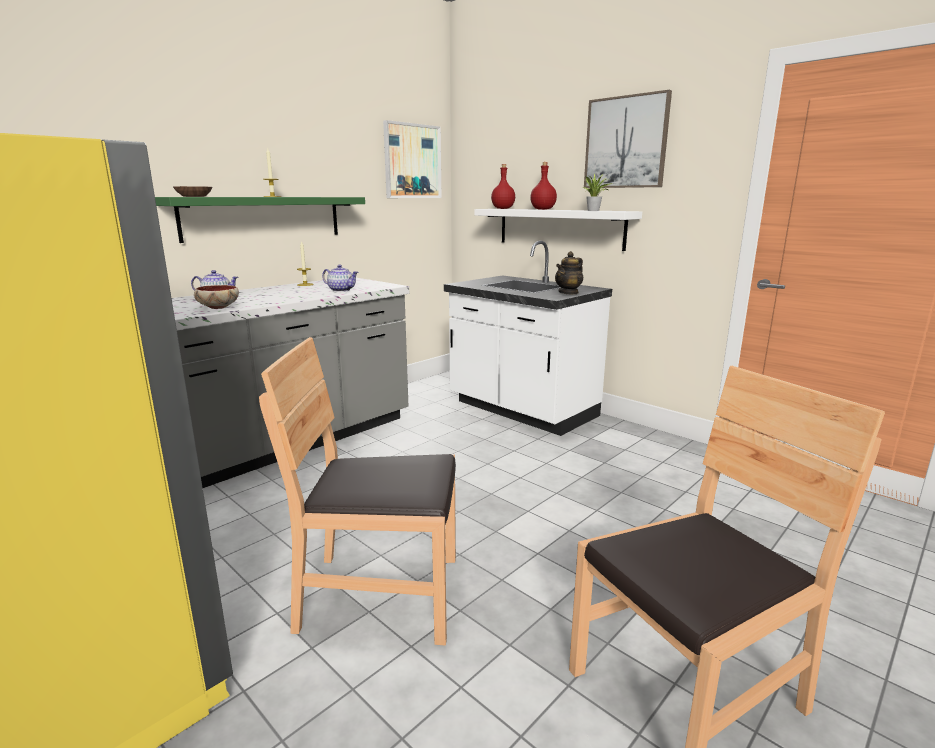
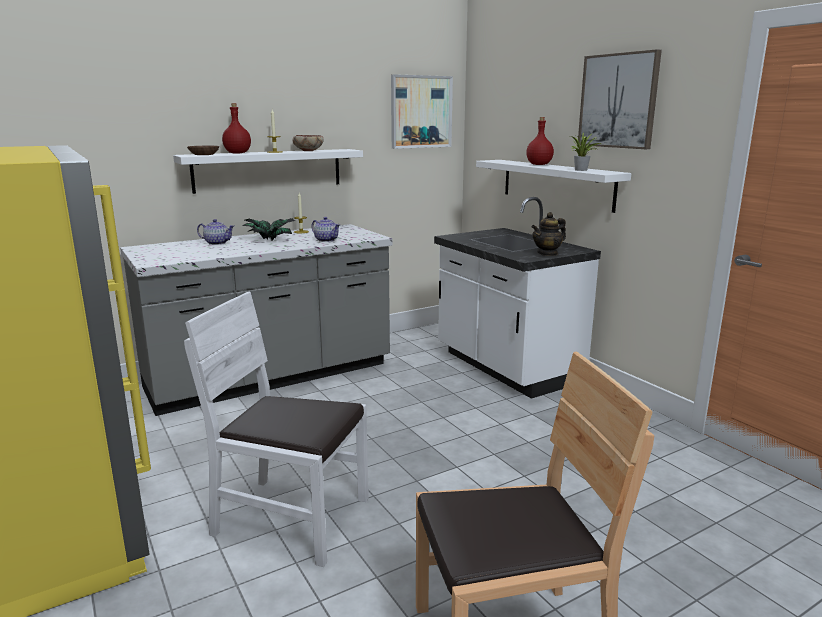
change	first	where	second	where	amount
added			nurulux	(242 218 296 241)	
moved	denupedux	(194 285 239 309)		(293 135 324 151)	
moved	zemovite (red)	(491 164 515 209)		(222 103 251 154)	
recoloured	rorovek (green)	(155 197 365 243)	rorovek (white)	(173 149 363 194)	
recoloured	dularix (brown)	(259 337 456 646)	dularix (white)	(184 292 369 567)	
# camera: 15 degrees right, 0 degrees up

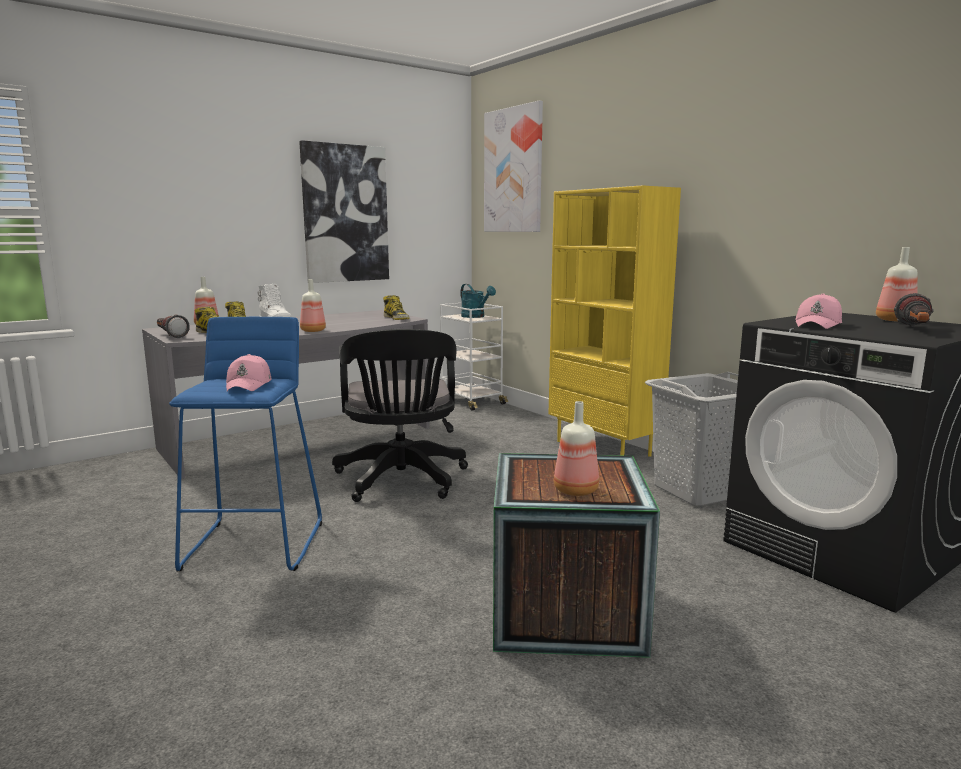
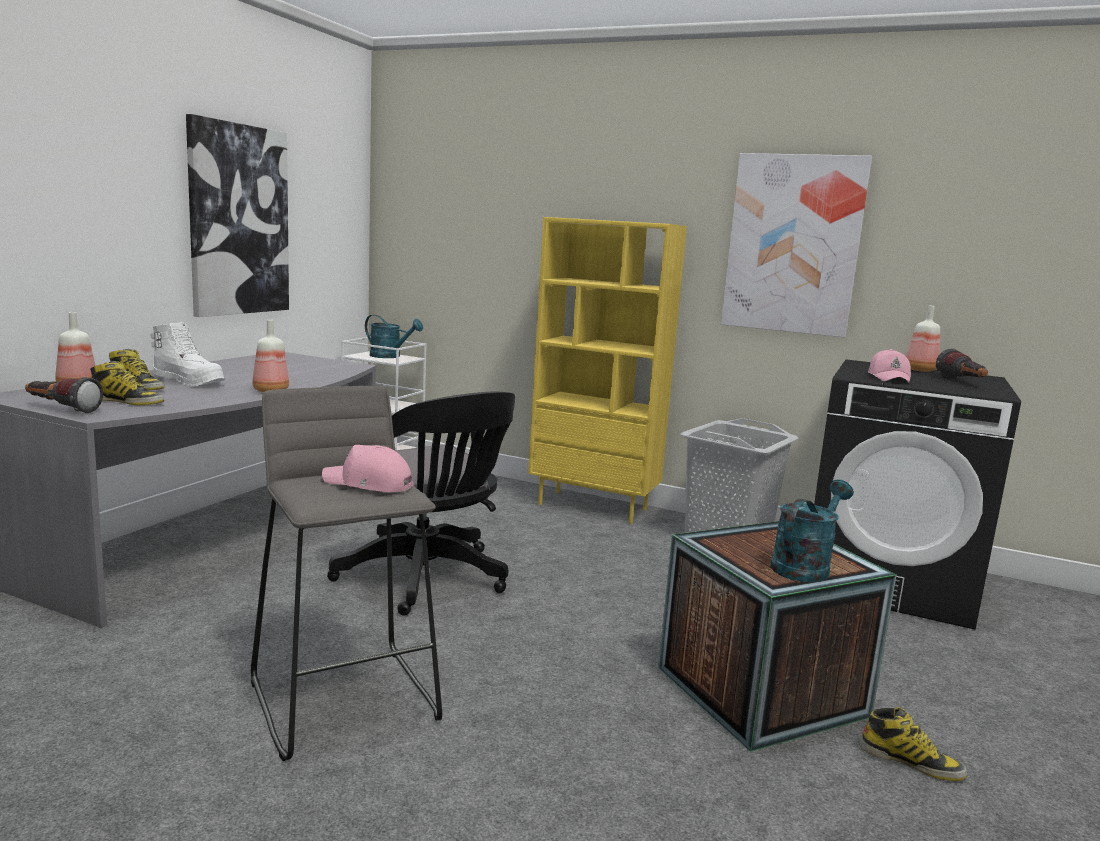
change	first	where	second	where	amount
moved	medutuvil	(383 295 410 320)		(860 707 967 781)	
moved	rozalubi	(484 100 543 232)		(721 153 872 338)	
replaced	zemovite	(554 401 599 496)	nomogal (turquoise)	(770 480 854 582)	
recoloured	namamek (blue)	(169 317 322 572)	namamek (grey)	(251 386 442 761)	
turned	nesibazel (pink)	(226 354 272 391)		(322 445 414 492)	135 degrees clockwise
# camera: 30 degrees left, 0 degrees up

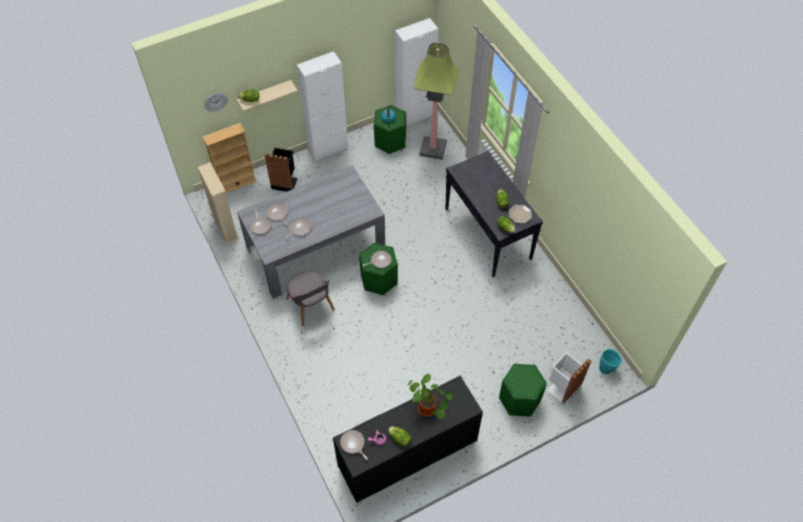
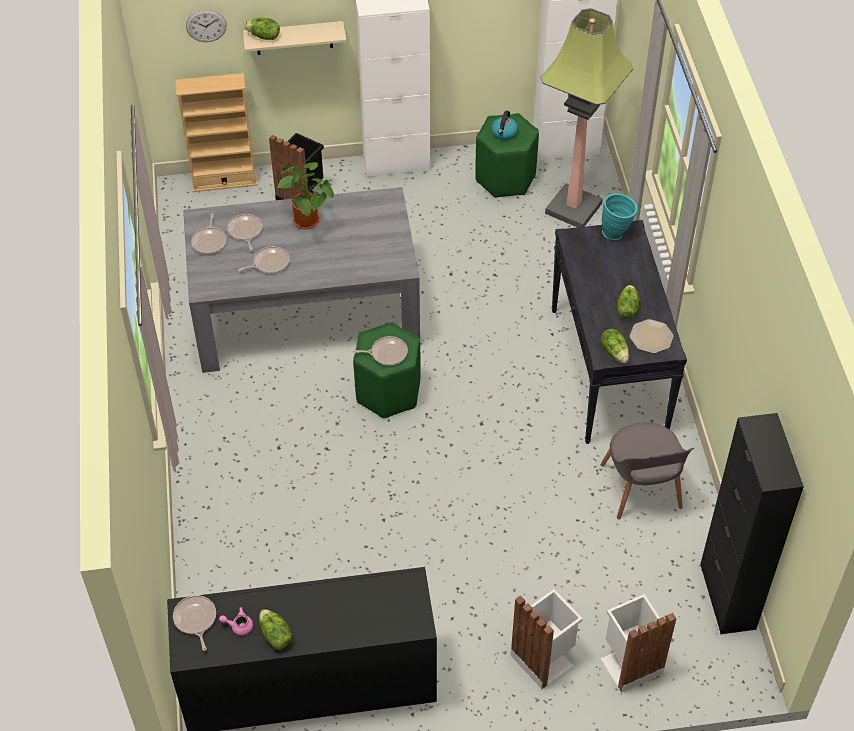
change	first	where	second	where	amount
removed	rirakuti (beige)	(197 162 239 244)			
added			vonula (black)	(700 413 804 634)	
moved	dularix (grey)	(286 270 335 326)		(601 423 694 519)	
moved	nurulux	(407 373 453 419)		(277 163 334 229)	
moved	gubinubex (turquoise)	(599 349 622 374)		(602 194 637 240)	
replaced	namamek (green)	(499 363 547 417)	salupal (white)	(510 589 583 689)	
# camera: 20 degrees right, 5 degrees down

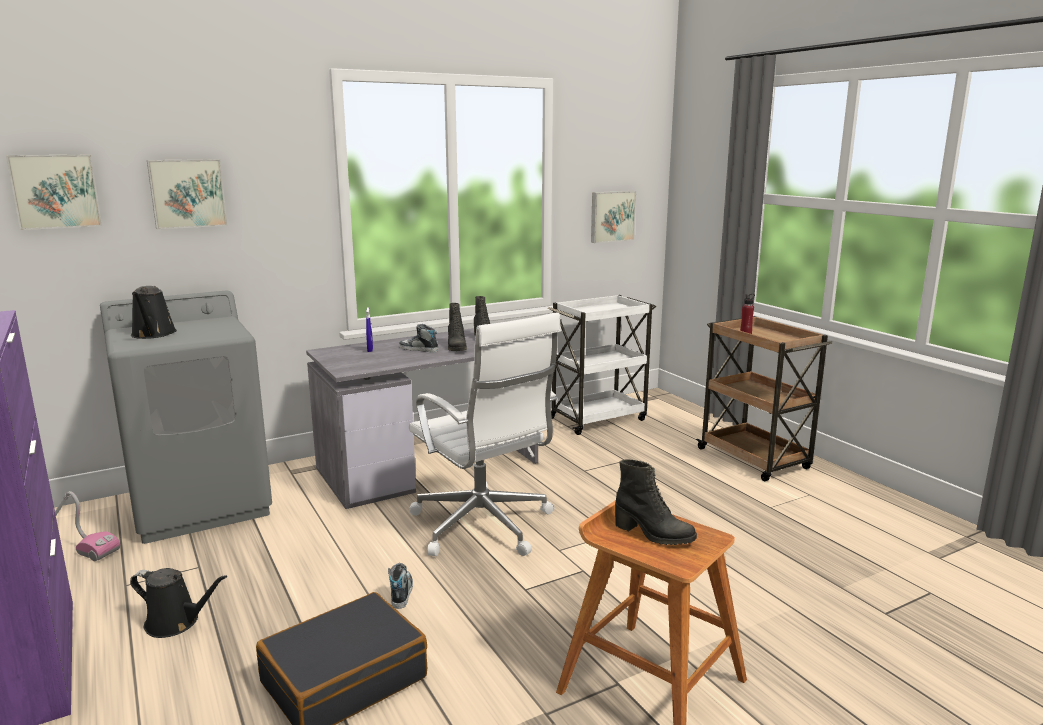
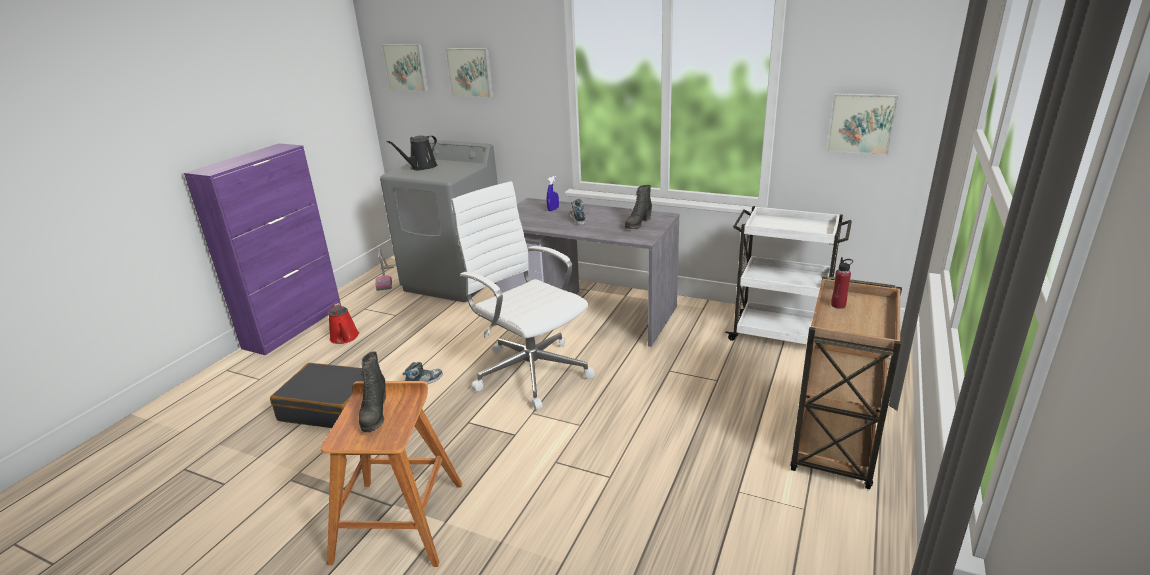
change	first	where	second	where	amount
removed	medutuvil (black)	(448 303 467 351)			
recoloured	nomogal (black)	(130 568 227 638)	nomogal (red)	(328 303 359 344)	
turned	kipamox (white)	(409 312 561 556)		(451 181 595 410)	120 degrees clockwise
# camera: 55 degrees right, 10 degrees up

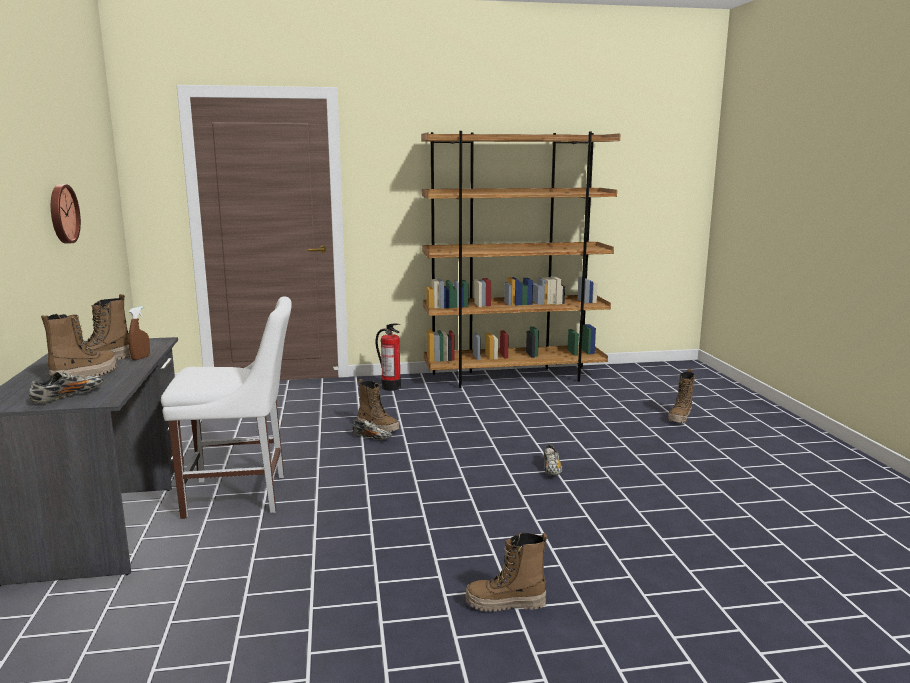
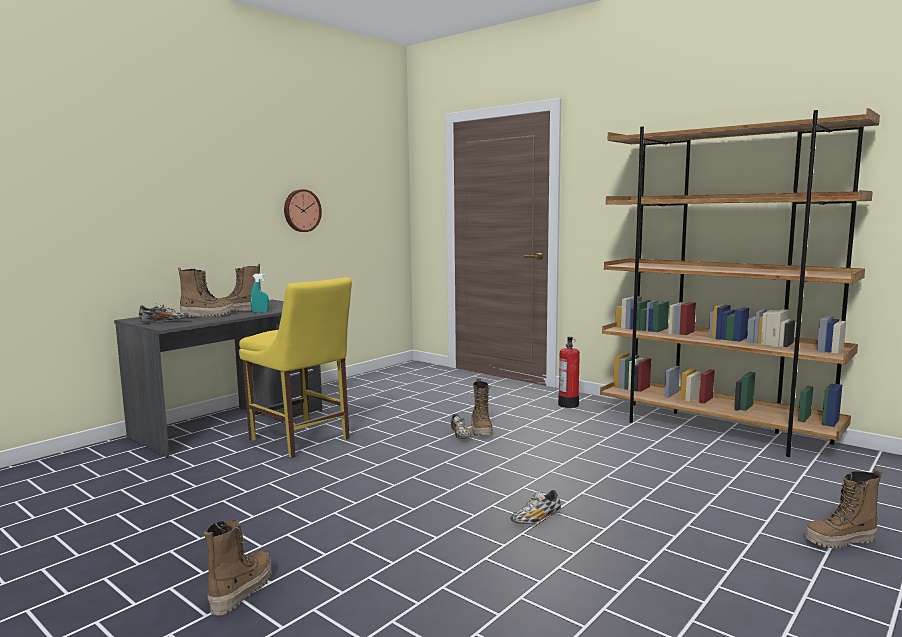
change	first	where	second	where	amount
recoloured	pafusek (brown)	(128 306 150 360)	pafusek (turquoise)	(251 273 269 313)	
recoloured	dularix (white)	(161 296 292 519)	dularix (yellow)	(239 277 352 458)	
turned	medutuvil	(465 533 547 612)		(204 520 272 616)	60 degrees clockwise
# camera: 50 degrees right, 5 degrees down

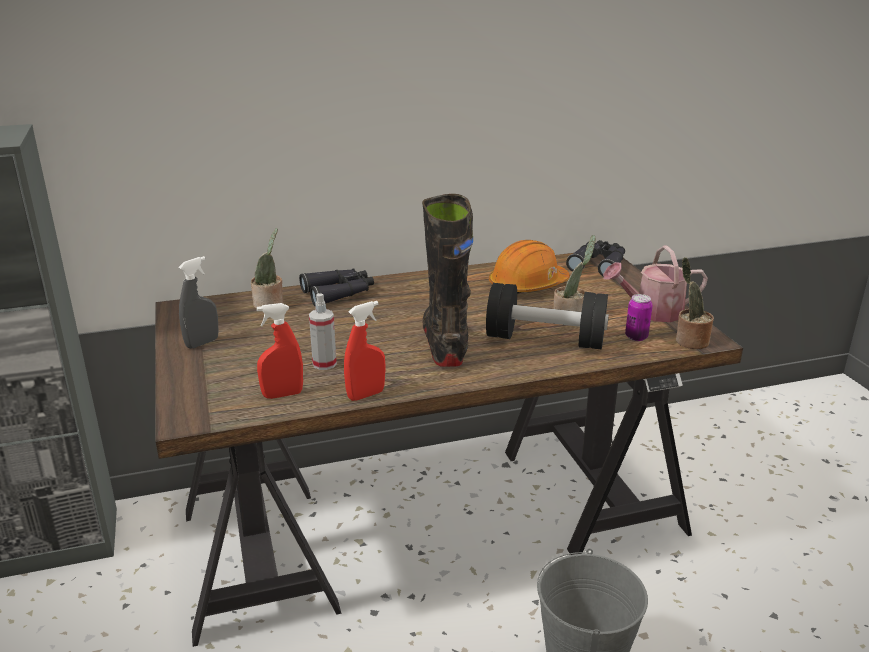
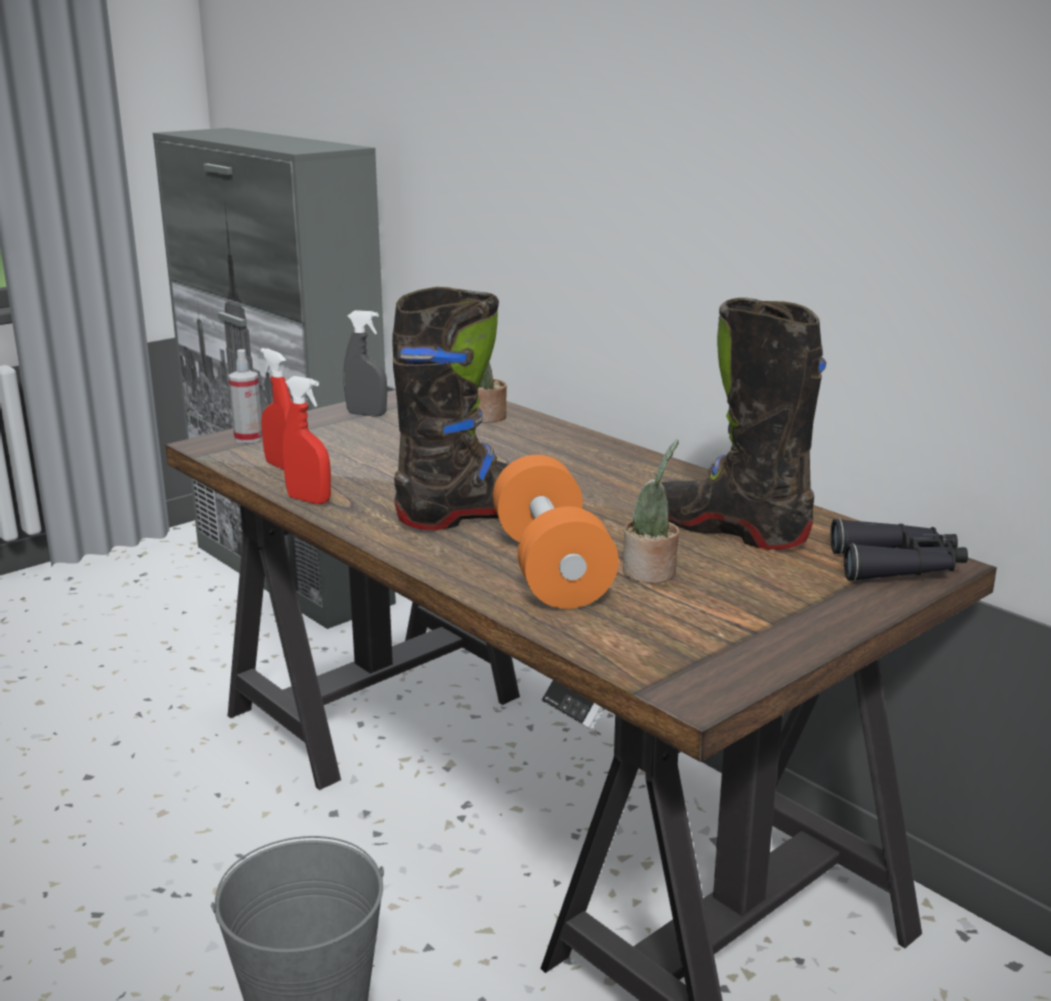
change	first	where	second	where	amount
removed	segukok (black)	(299 269 374 307)			
removed	nomogal	(603 245 708 322)			
removed	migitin	(625 294 653 341)			
removed	nurulux	(676 257 714 349)			
moved	pafusek	(309 293 337 370)		(228 349 263 443)	
replaced	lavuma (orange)	(489 240 570 294)	medutuvil (black)	(661 298 826 550)	
recoloured	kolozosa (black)	(486 283 609 350)	kolozosa (orange)	(493 455 619 609)	
# camera: 65 degrees right, 5 degrees down

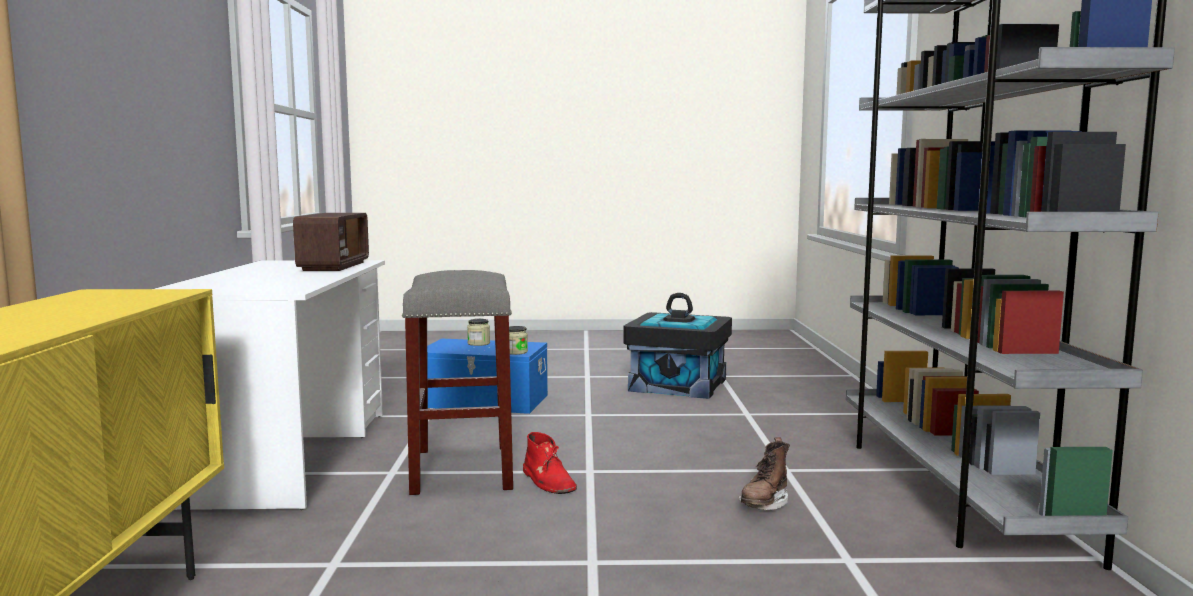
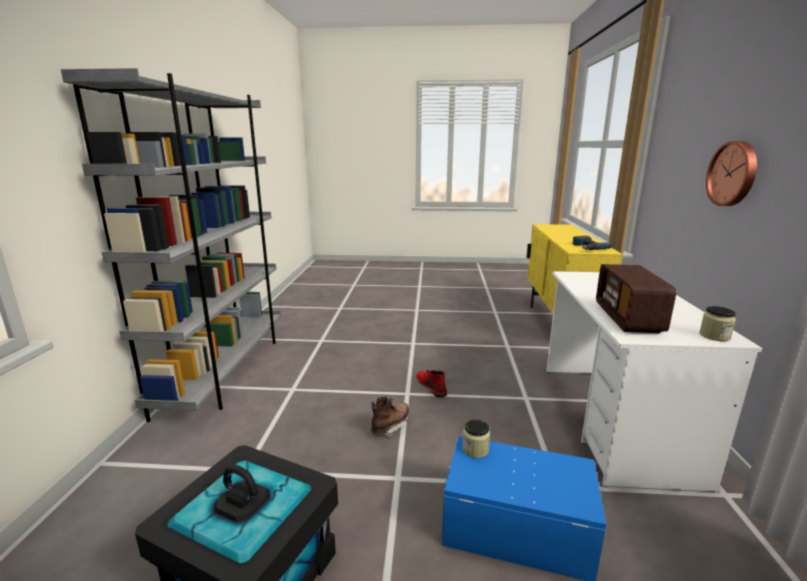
change	first	where	second	where	amount
removed	namamek (grey)	(402 270 513 495)			
added			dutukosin	(572 236 612 250)	
added			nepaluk	(706 141 757 206)	
moved	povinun	(467 319 490 346)		(699 306 736 341)	
moved	medutuvil (brown)	(738 437 790 511)		(371 396 409 438)	
# camera: 175 degrees left, 10 degrees up

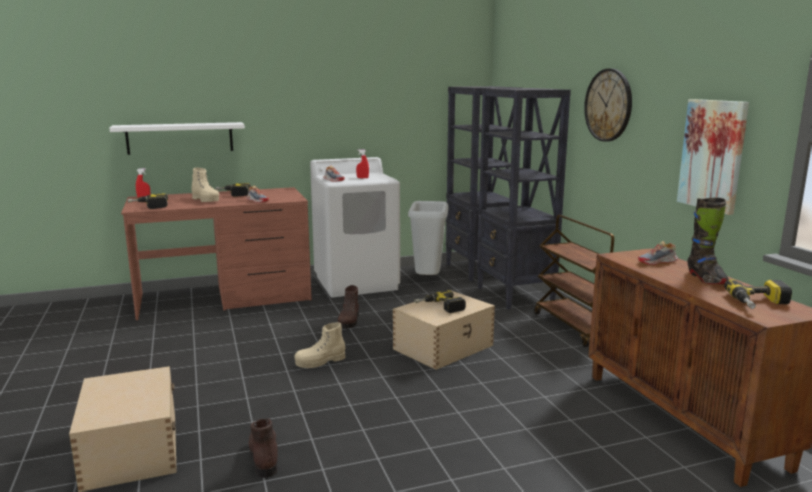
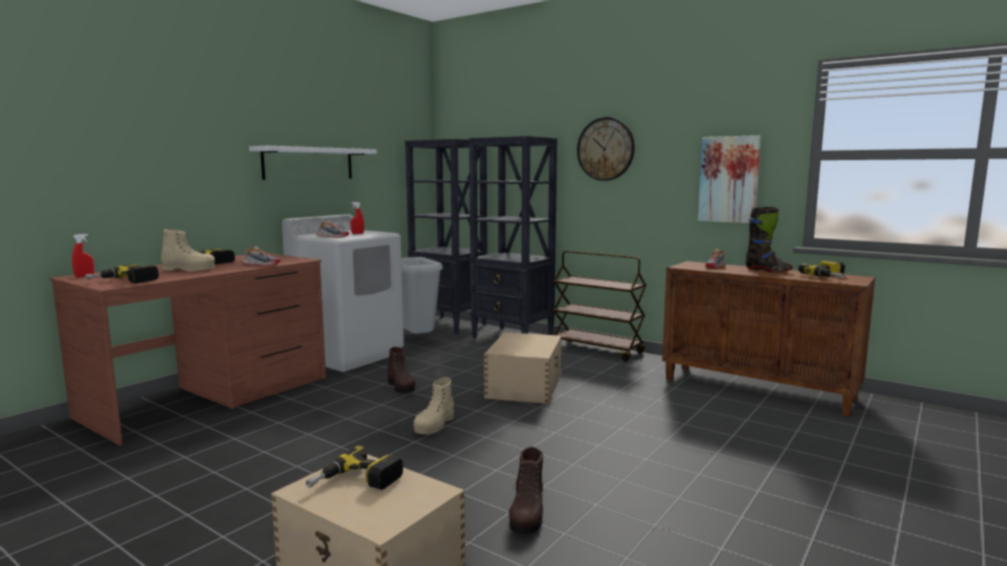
change	first	where	second	where	amount
moved	rorovek (white)	(109 122 245 155)		(249 146 377 180)	
moved	dutukosin	(414 290 466 313)		(306 446 403 490)	
turned	medutuvil (brown)	(249 418 279 478)		(509 447 544 534)	120 degrees counterclockwise
# camera: 35 degrees left, 5 degrees down

